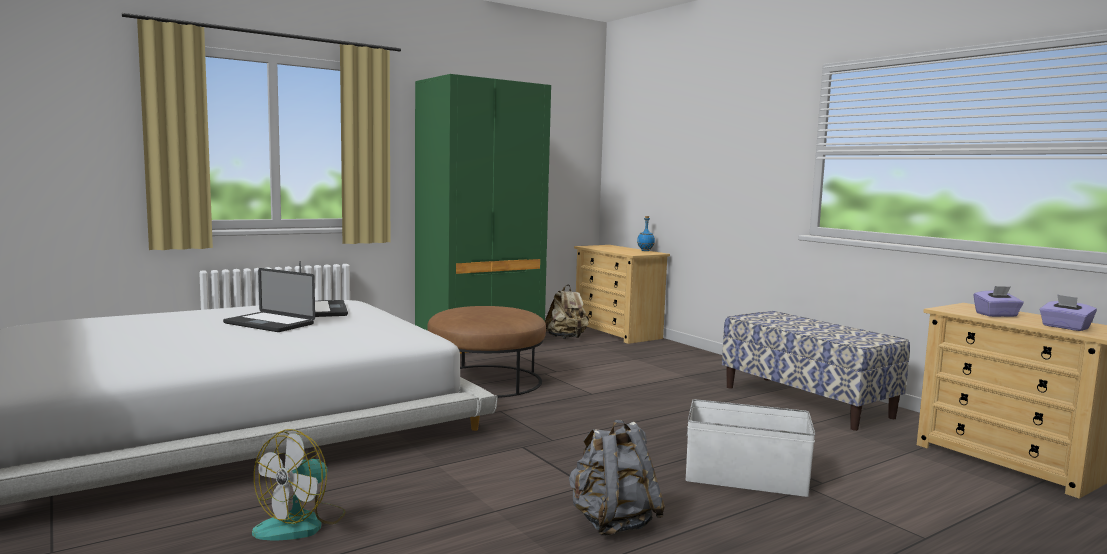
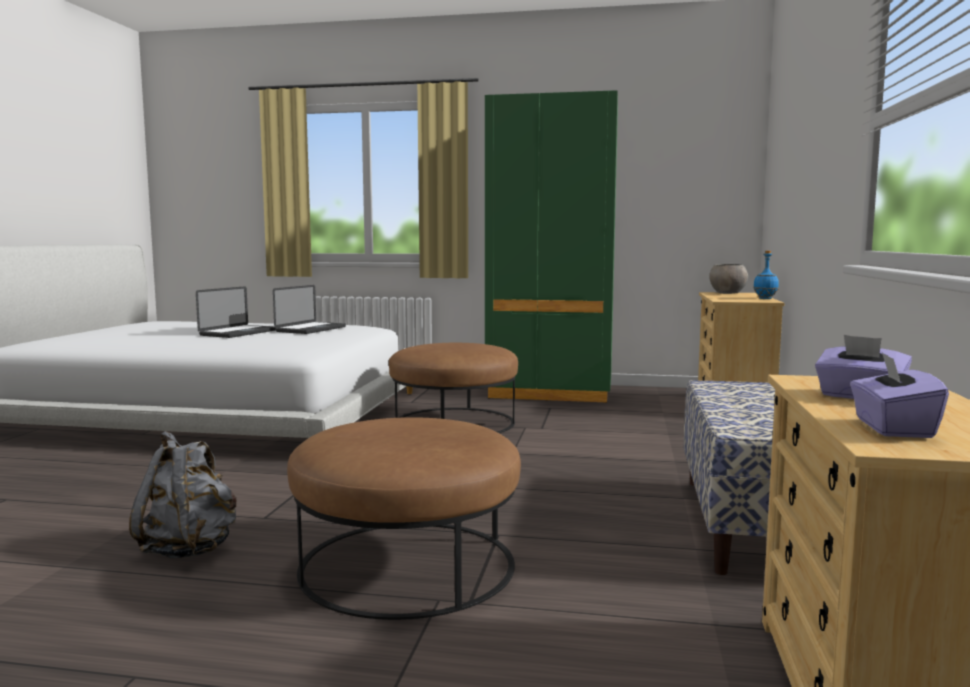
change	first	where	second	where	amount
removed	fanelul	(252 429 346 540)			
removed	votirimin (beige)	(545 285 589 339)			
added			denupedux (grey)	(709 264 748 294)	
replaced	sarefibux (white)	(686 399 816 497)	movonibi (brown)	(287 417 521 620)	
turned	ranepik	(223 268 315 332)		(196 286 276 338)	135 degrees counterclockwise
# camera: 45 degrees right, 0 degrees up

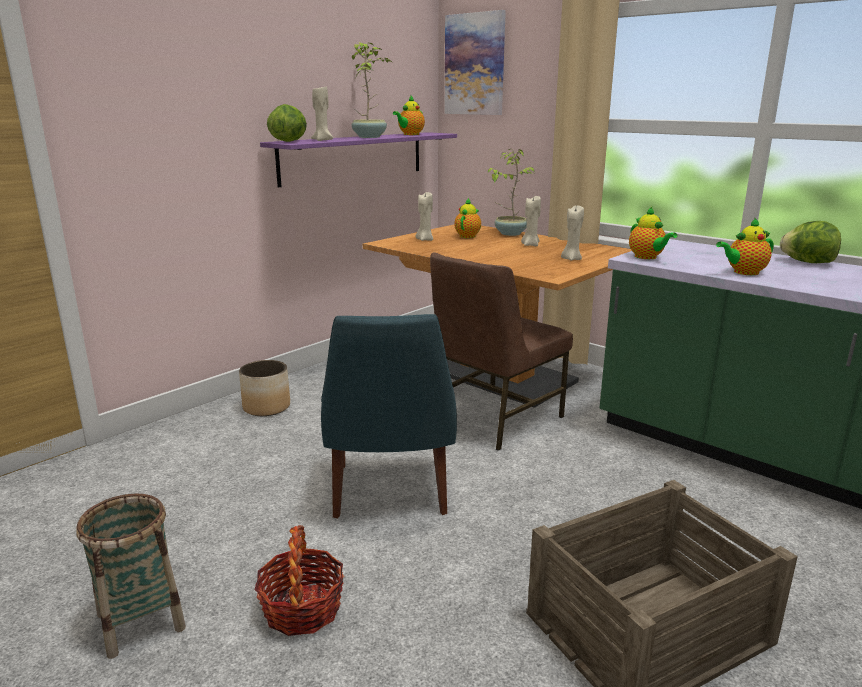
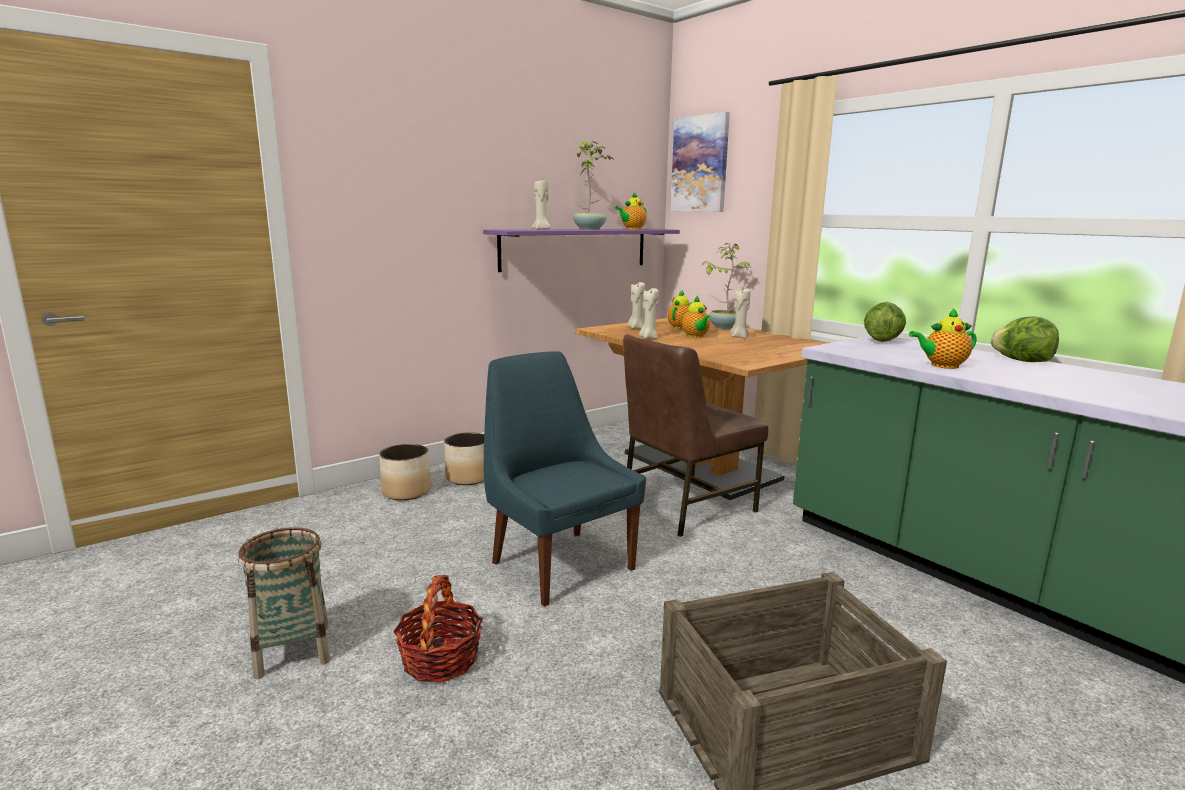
change	first	where	second	where	amount
added			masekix	(379 444 431 500)	
moved	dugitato	(267 104 307 142)		(864 302 906 342)	
moved	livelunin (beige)	(561 205 584 260)		(639 288 659 339)	
moved	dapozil	(629 207 678 259)		(681 296 711 338)	
turned	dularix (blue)	(321 314 457 518)		(484 351 646 607)	135 degrees clockwise
# camera: 10 degrees right, 5 degrees down

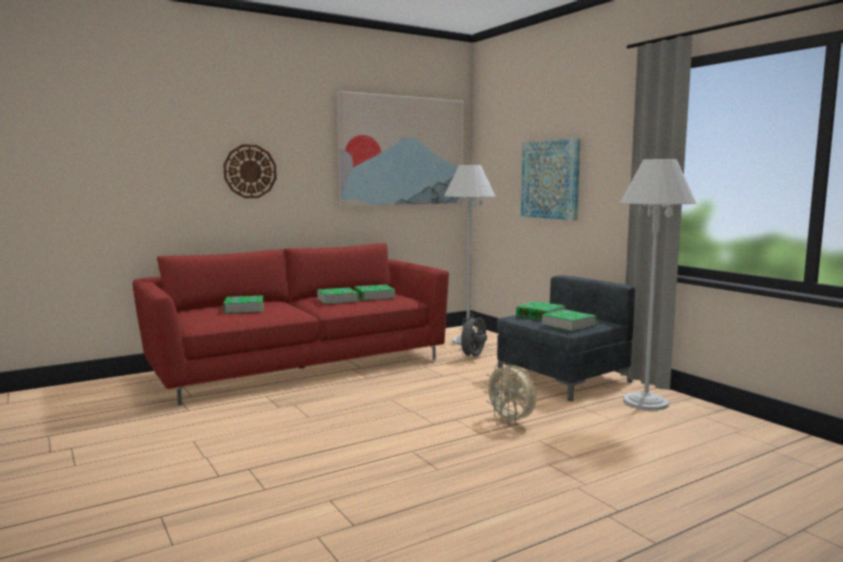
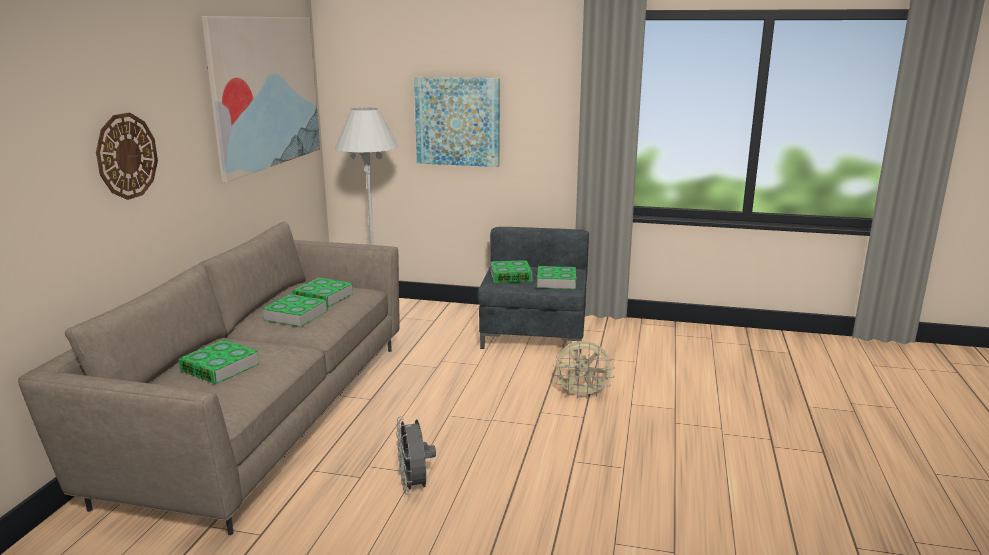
change	first	where	second	where	amount
removed	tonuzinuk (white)	(620 159 697 411)			
moved	fanelul (grey)	(458 313 487 358)		(396 416 436 495)	
recoloured	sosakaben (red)	(133 243 449 405)	sosakaben (beige)	(18 222 400 535)	
# camera: 45 degrees left, 10 degrees up

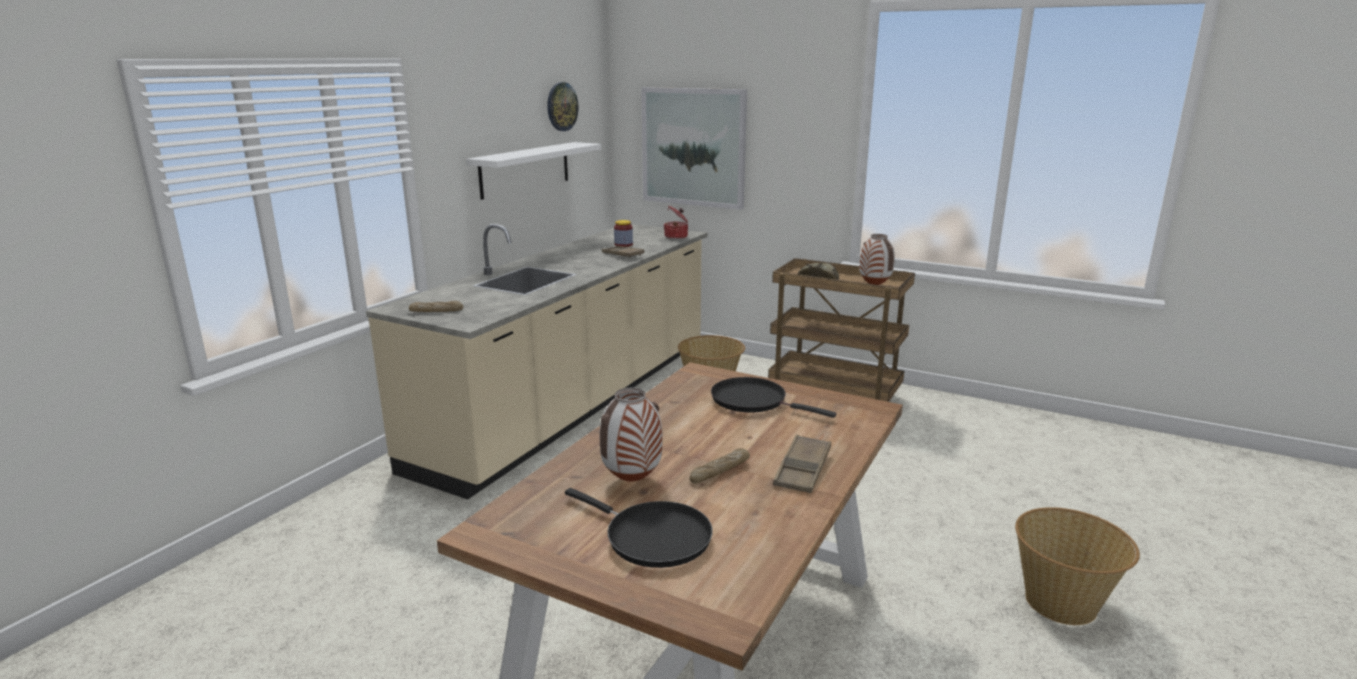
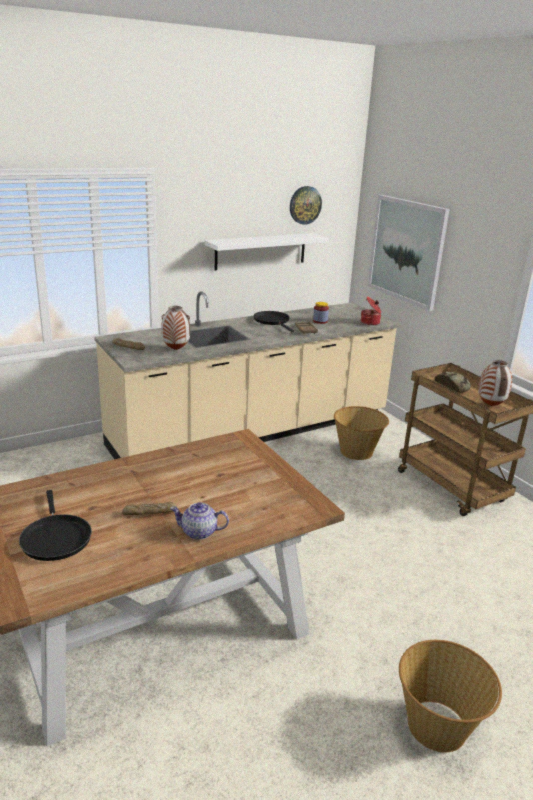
change	first	where	second	where	amount
moved	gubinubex	(600 388 663 481)		(161 306 190 350)	
moved	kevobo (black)	(711 377 836 418)		(253 311 294 332)	
replaced	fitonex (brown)	(773 435 831 493)	dapozil	(170 502 229 540)	
# camera: 30 degrees right, 5 degrees up

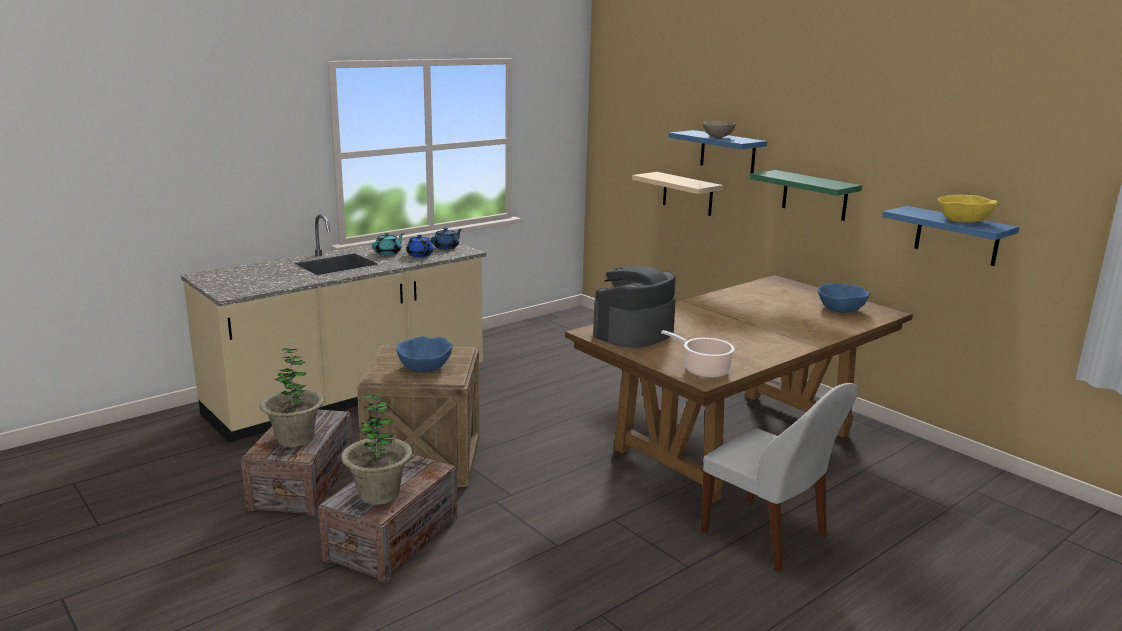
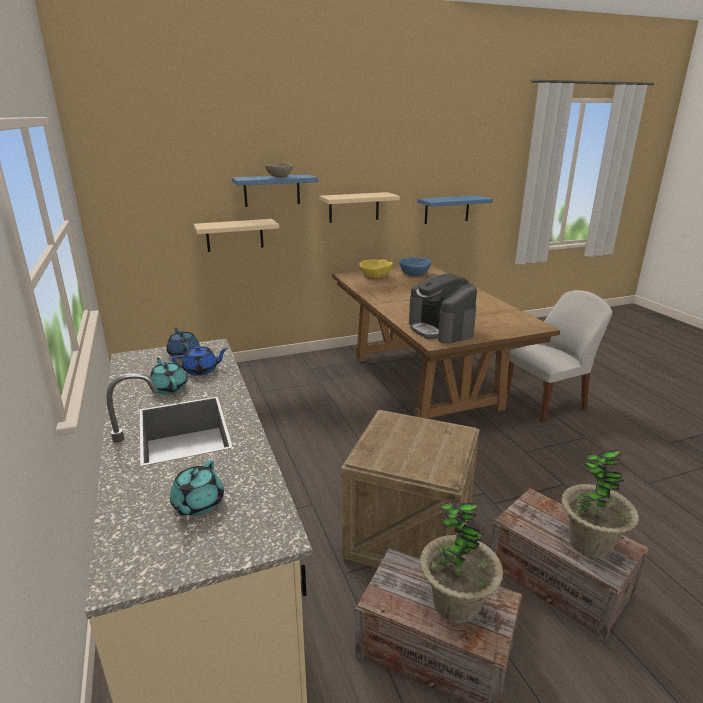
change	first	where	second	where	amount
removed	denupedux (blue)	(396 336 452 372)			
removed	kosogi	(661 330 735 378)			
added			dapozil (turquoise)	(170 460 224 516)	
moved	denupedux (yellow)	(938 194 997 223)		(359 259 393 278)	
recoloured	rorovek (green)	(750 170 862 221)	rorovek (beige)	(319 192 400 223)	
# camera: 70 degrees left, 5 degrees up

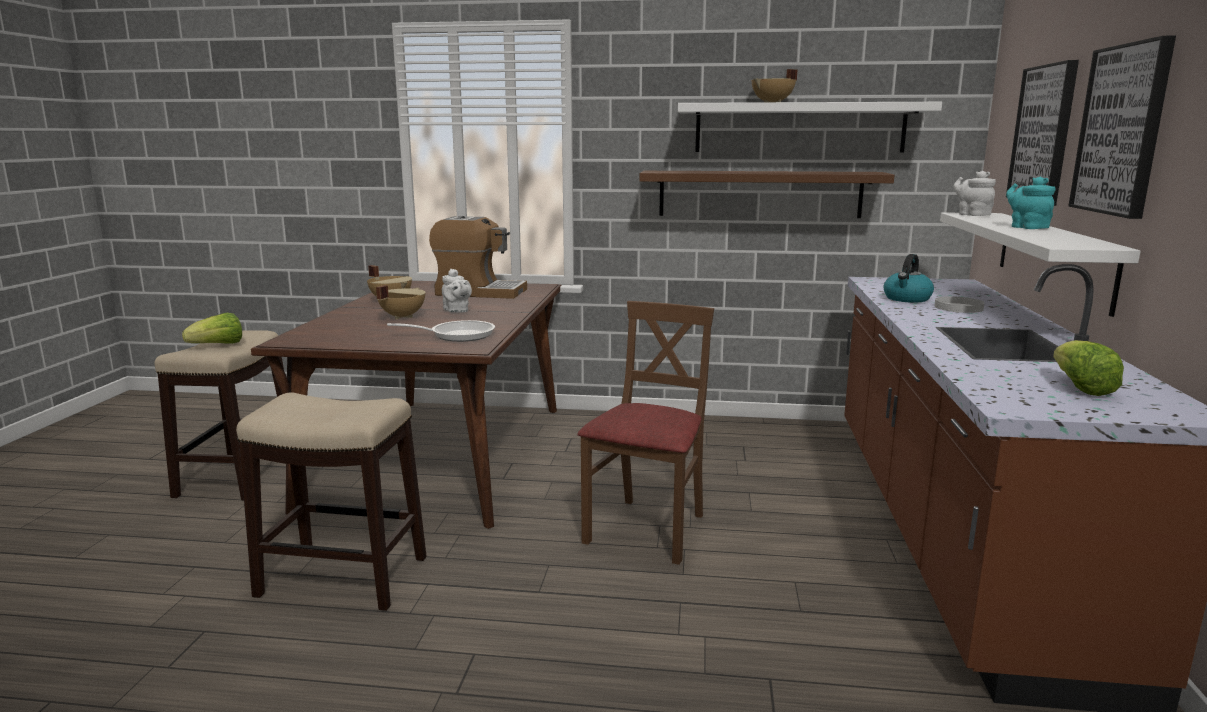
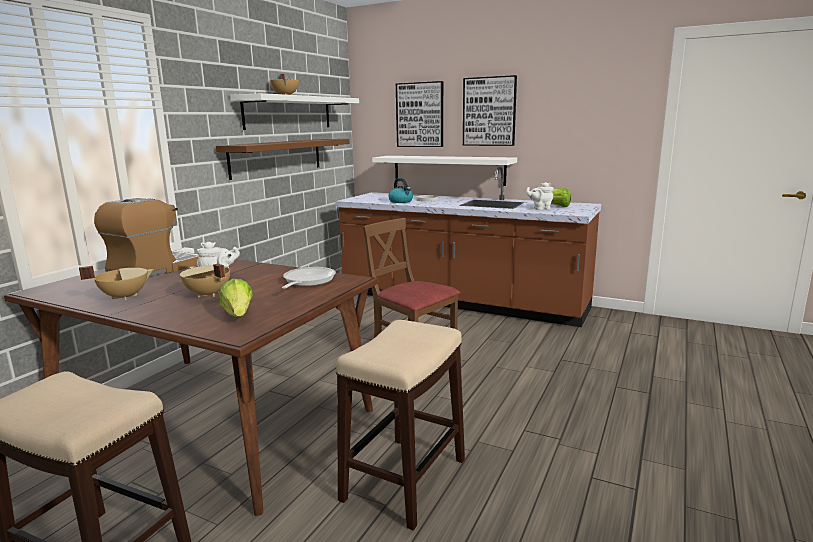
change	first	where	second	where	amount
removed	dapozil (turquoise)	(1006 177 1056 229)			
moved	dugitato	(182 313 242 344)		(219 279 253 317)	
moved	dapozil (white)	(954 171 996 216)		(526 182 554 210)	
# camera: 70 degrees left, 0 degrees up

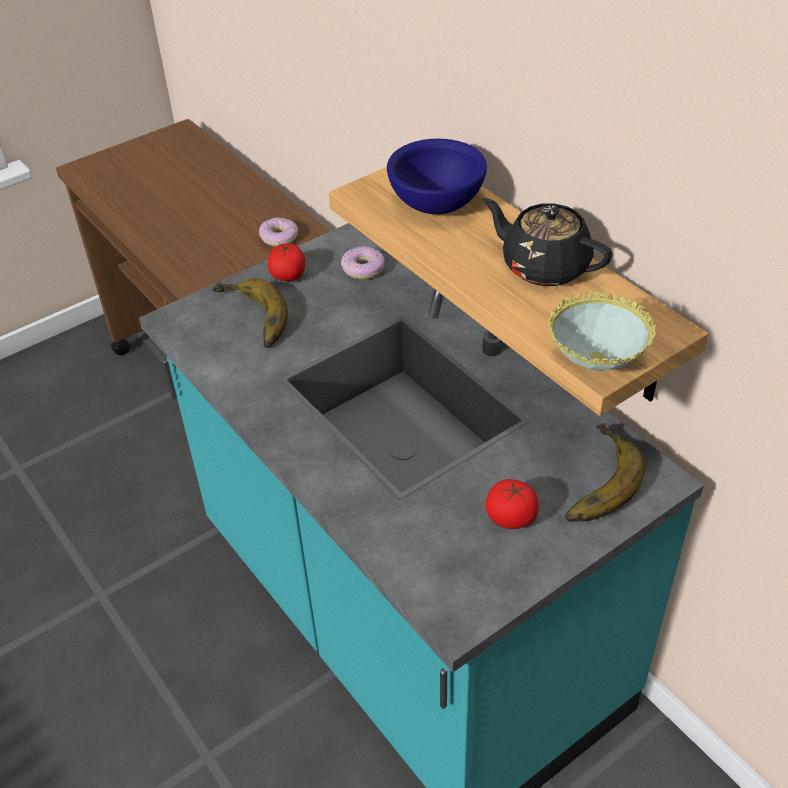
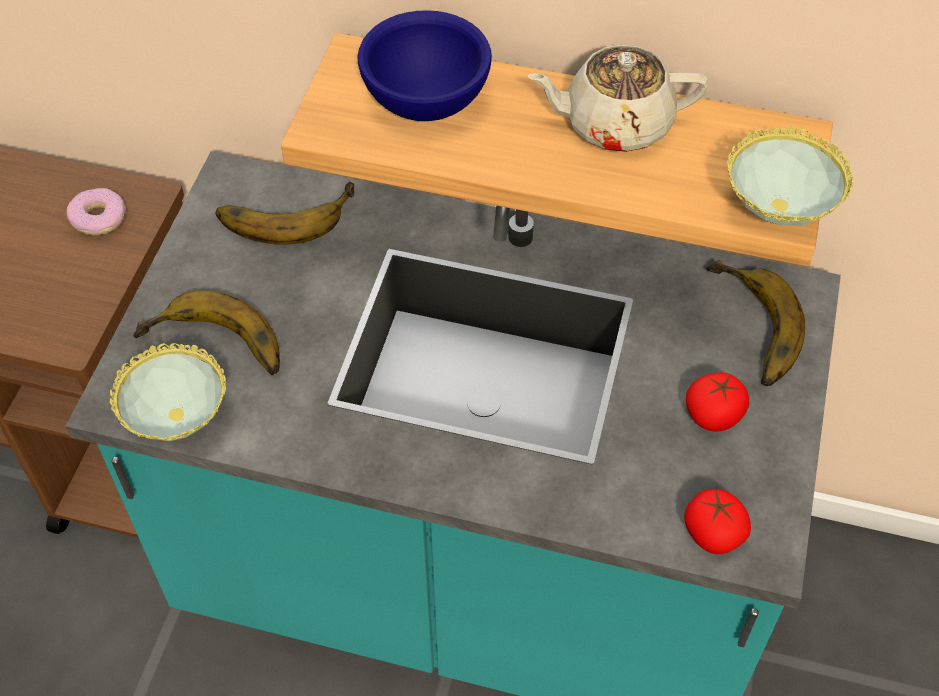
change	first	where	second	where	amount
added			denupedux	(110 343 226 441)	
moved	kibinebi	(268 243 305 281)		(684 489 751 554)	
replaced	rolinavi	(341 246 385 279)	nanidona	(216 181 354 245)	
recoloured	dapozil (black)	(483 198 612 286)	dapozil (beige)	(527 44 708 152)	
# camera: 40 degrees left, 10 degrees up

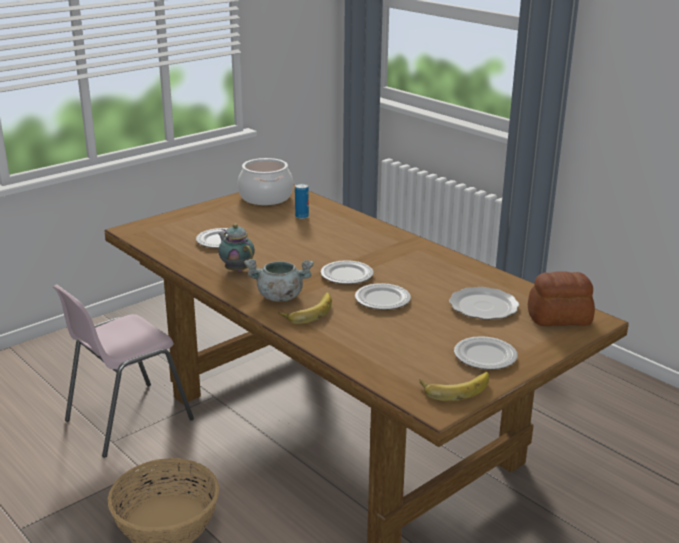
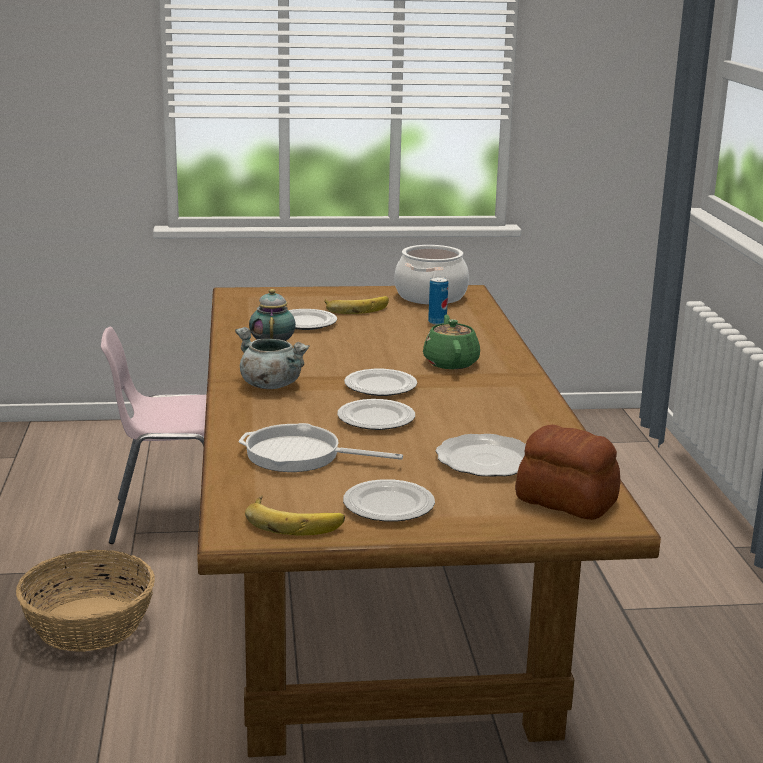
change	first	where	second	where	amount
added			kevobo	(239 423 403 472)	
added			dapozil (green)	(423 315 480 369)	
moved	nanidona	(279 293 332 324)		(324 296 389 314)	
# camera: 35 degrees right, 5 degrees down

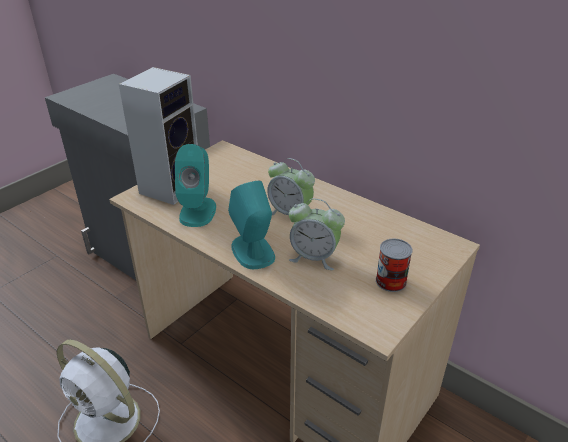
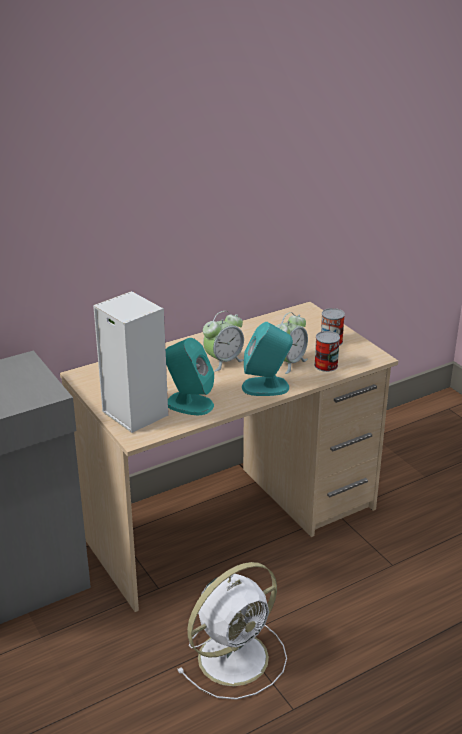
change	first	where	second	where	amount
added			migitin	(314 331 340 372)	
# camera: 70 degrees left, 5 degrees down

